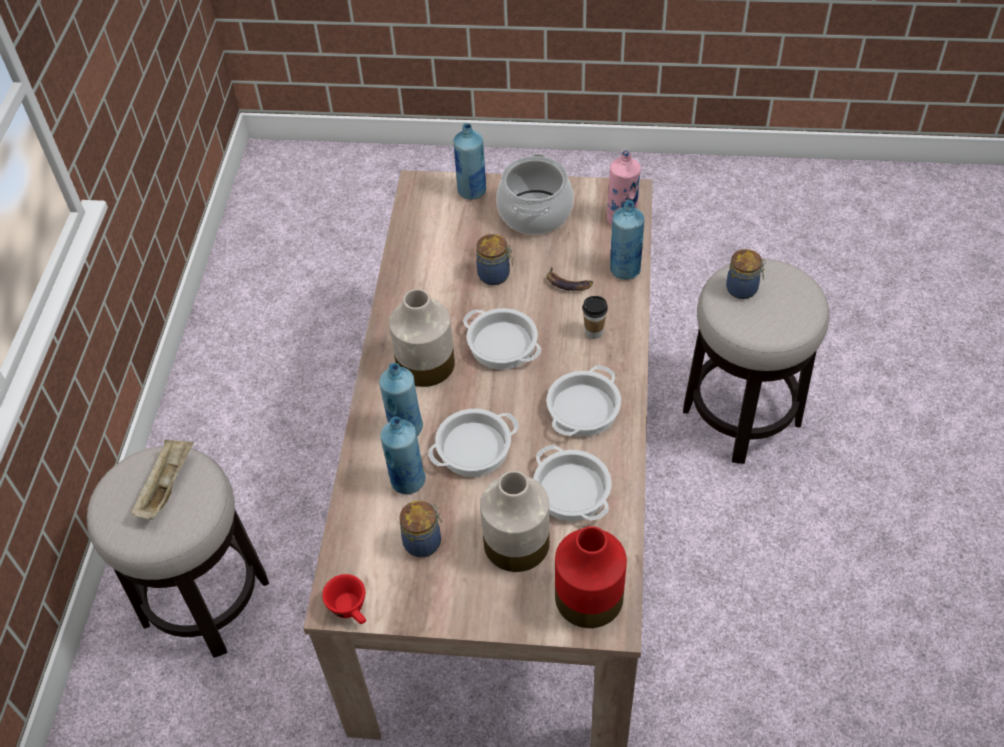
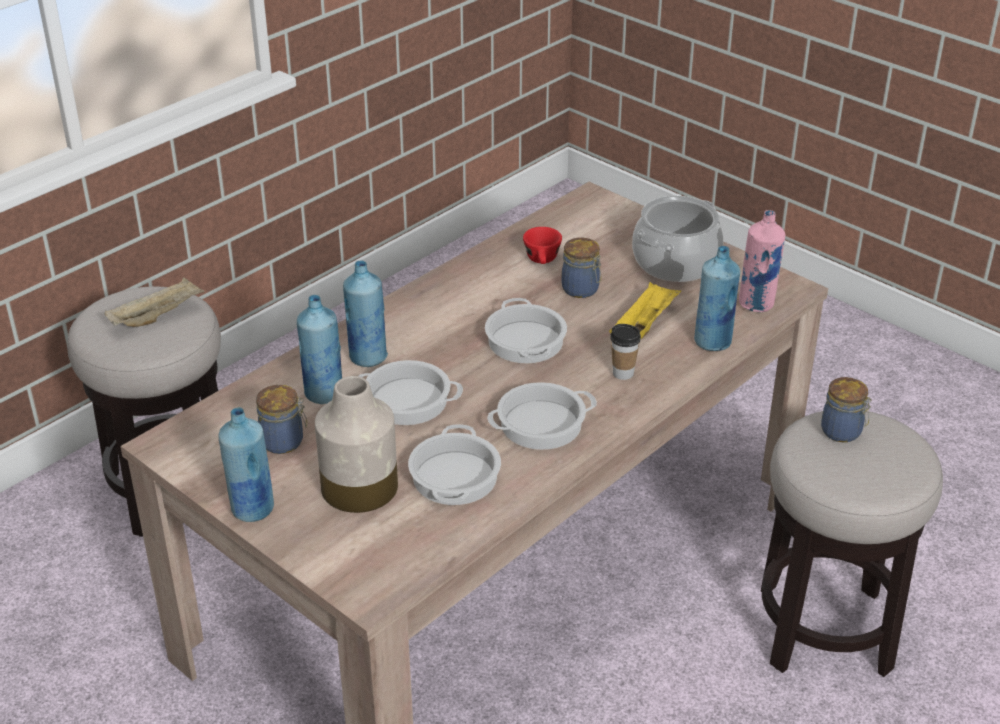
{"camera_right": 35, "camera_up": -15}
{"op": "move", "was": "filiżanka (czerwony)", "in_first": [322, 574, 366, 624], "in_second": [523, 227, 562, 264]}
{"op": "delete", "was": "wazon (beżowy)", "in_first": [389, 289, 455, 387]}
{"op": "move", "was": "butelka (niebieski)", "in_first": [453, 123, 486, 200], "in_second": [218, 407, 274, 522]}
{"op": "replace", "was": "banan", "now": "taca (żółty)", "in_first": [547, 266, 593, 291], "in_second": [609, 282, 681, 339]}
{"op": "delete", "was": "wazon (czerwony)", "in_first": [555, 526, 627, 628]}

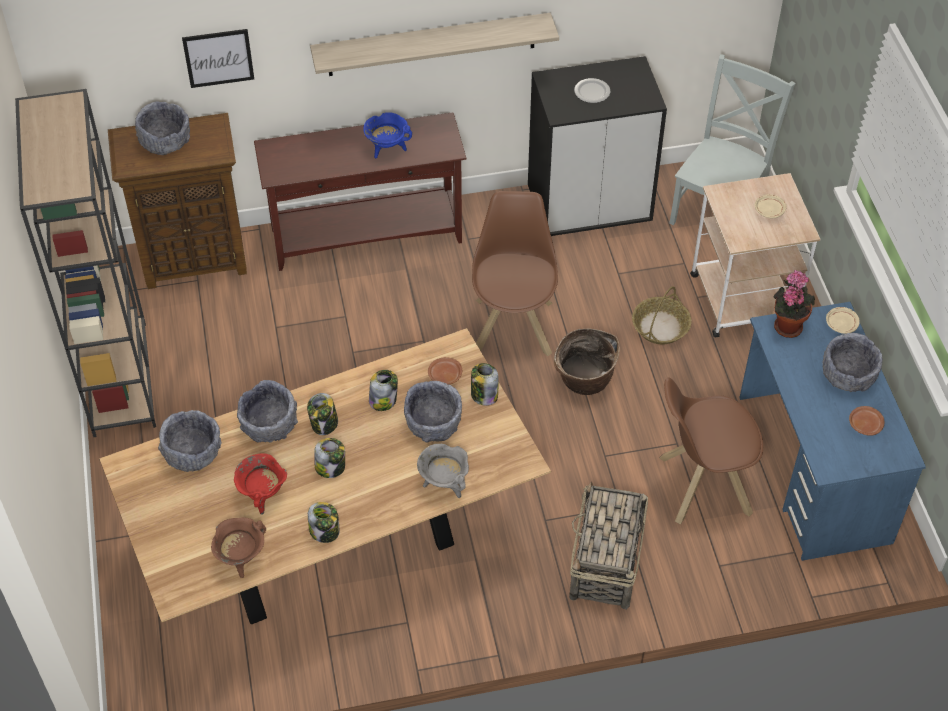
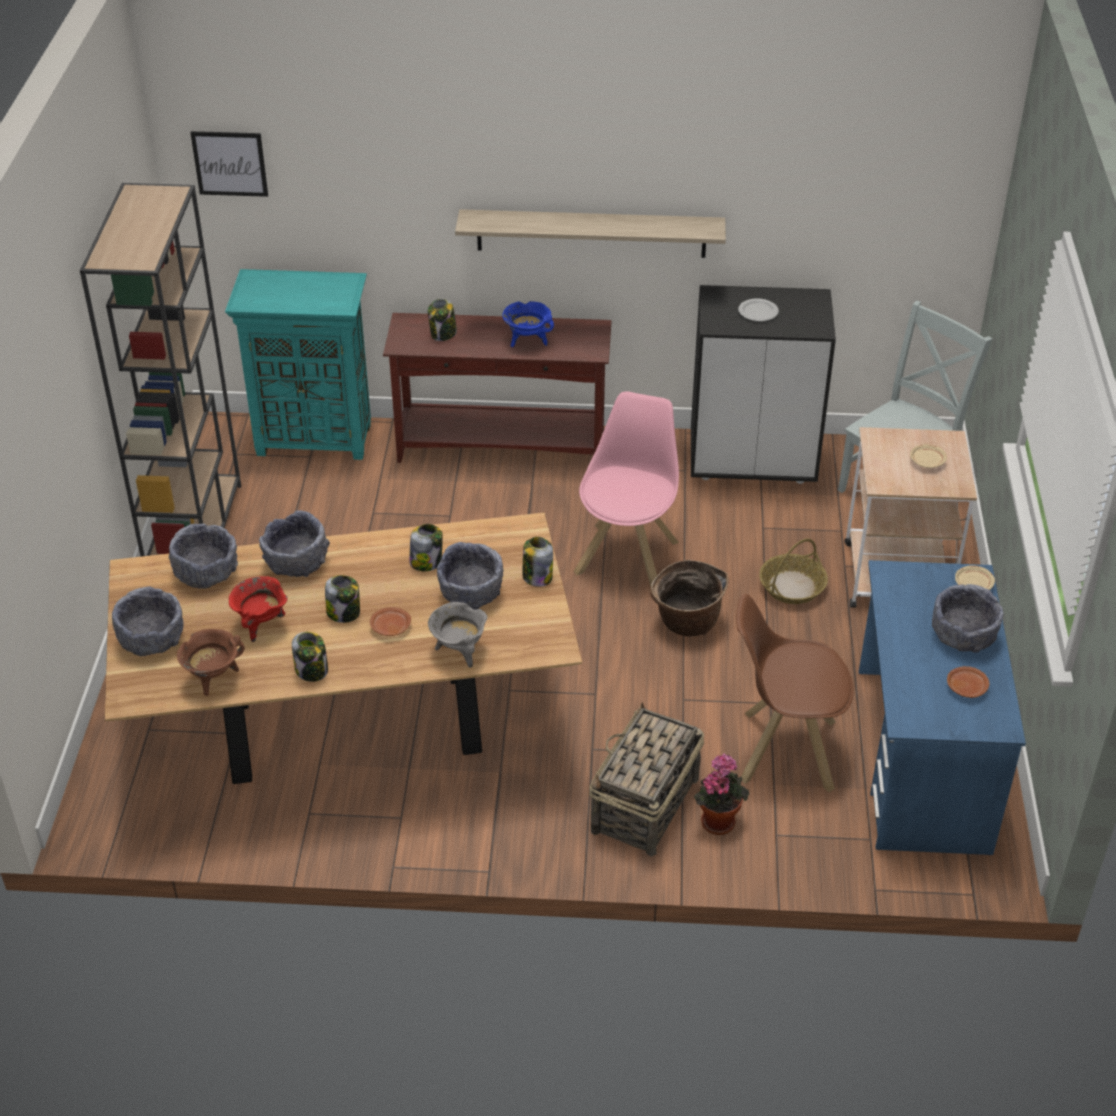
{"camera_right": 15, "camera_up": -10}
{"op": "recolor", "was": "szafka (brązowy)", "now": "szafka (turkusowy)", "in_first": [108, 113, 247, 289], "in_second": [225, 269, 371, 460]}
{"op": "move", "was": "miska (szary)", "in_first": [135, 101, 190, 155], "in_second": [112, 587, 184, 656]}
{"op": "move", "was": "obraz", "in_first": [182, 29, 254, 88], "in_second": [190, 131, 268, 197]}
{"op": "move", "was": "słoik", "in_first": [307, 393, 338, 435], "in_second": [428, 299, 457, 341]}
{"op": "move", "was": "talerz (brązowy)", "in_first": [428, 357, 462, 385], "in_second": [370, 607, 411, 636]}
{"op": "recolor", "was": "krzesło (brązowy)", "now": "krzesło (różowy)", "in_first": [472, 191, 558, 356], "in_second": [574, 391, 679, 586]}
{"op": "move", "was": "roślina doniczkowa", "in_first": [773, 270, 815, 338], "in_second": [694, 754, 749, 835]}

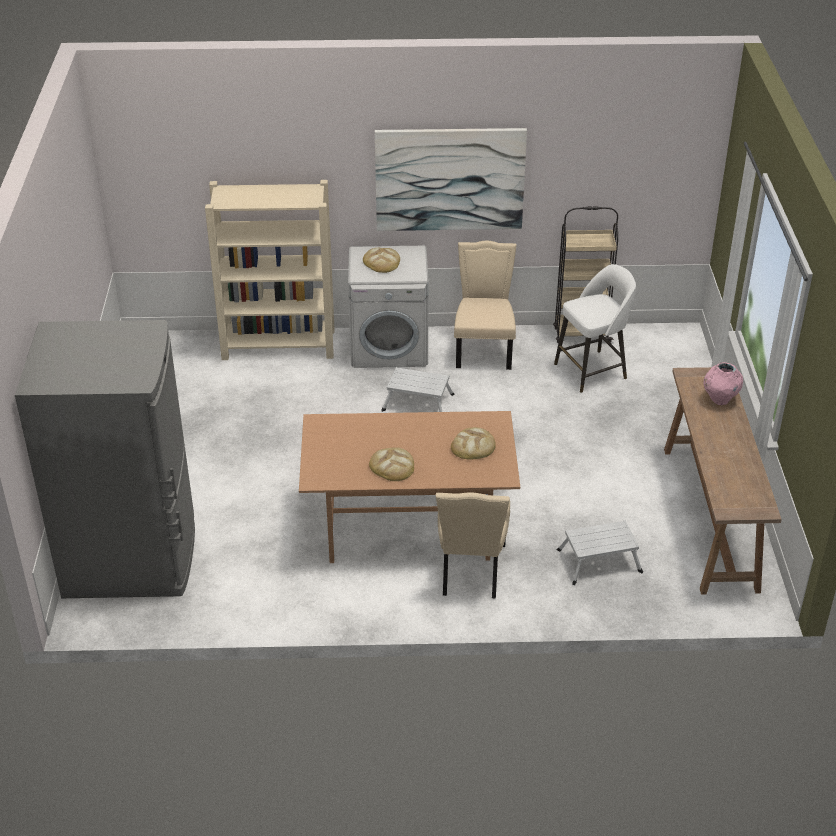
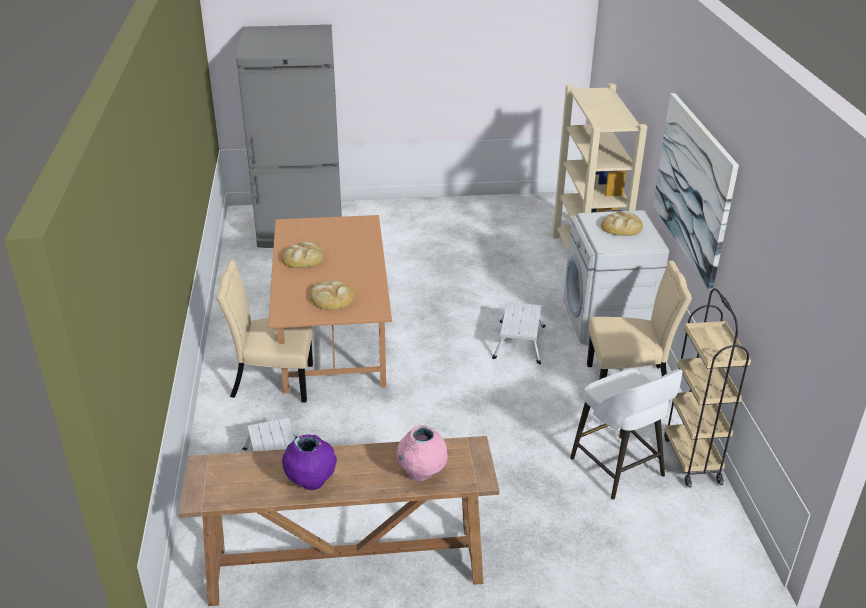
{"camera_right": 85, "camera_up": -5}
{"op": "insert", "now": "wazon (fioletowy)", "in_second": [282, 435, 337, 490]}

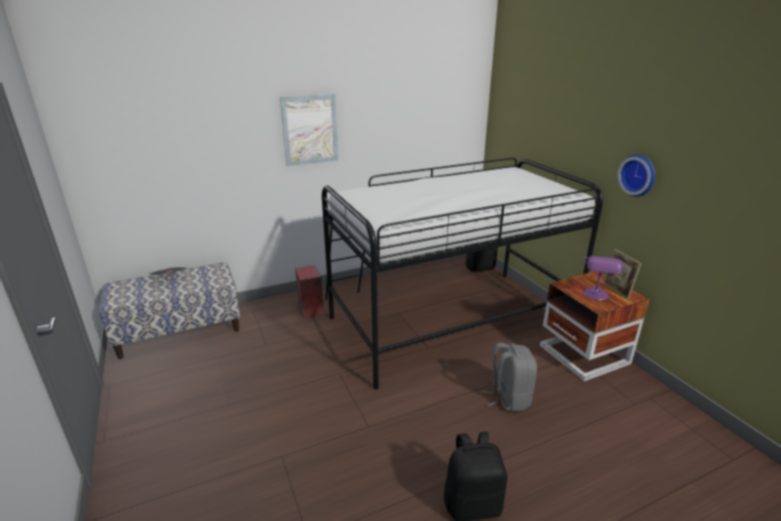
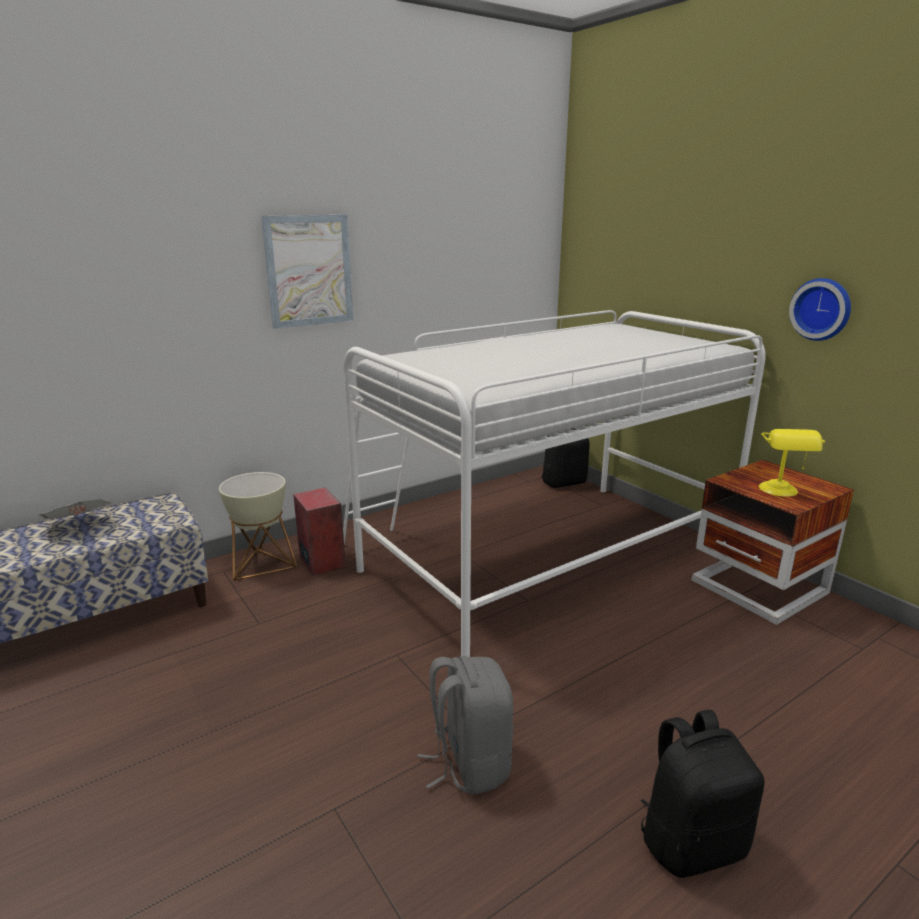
{"camera_right": -10, "camera_up": -5}
{"op": "recolor", "was": "łóżko (czarny)", "now": "łóżko (biały)", "in_first": [322, 158, 603, 389], "in_second": [343, 310, 766, 657]}
{"op": "move", "was": "plecak (szary)", "in_first": [482, 343, 537, 412], "in_second": [418, 656, 514, 795]}
{"op": "recolor", "was": "lampa stołowa (fioletowy)", "now": "lampa stołowa (żółty)", "in_first": [583, 256, 625, 300], "in_second": [759, 429, 825, 497]}
{"op": "delete", "was": "ramka na zdjęcie", "in_first": [603, 249, 641, 299]}
{"op": "insert", "now": "donica", "in_second": [219, 472, 297, 580]}

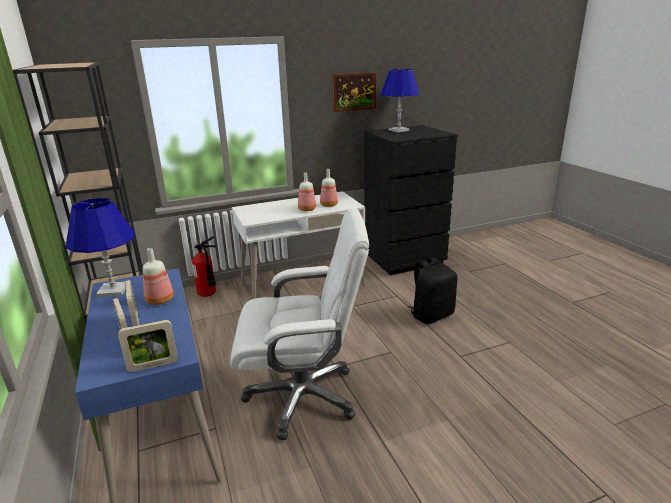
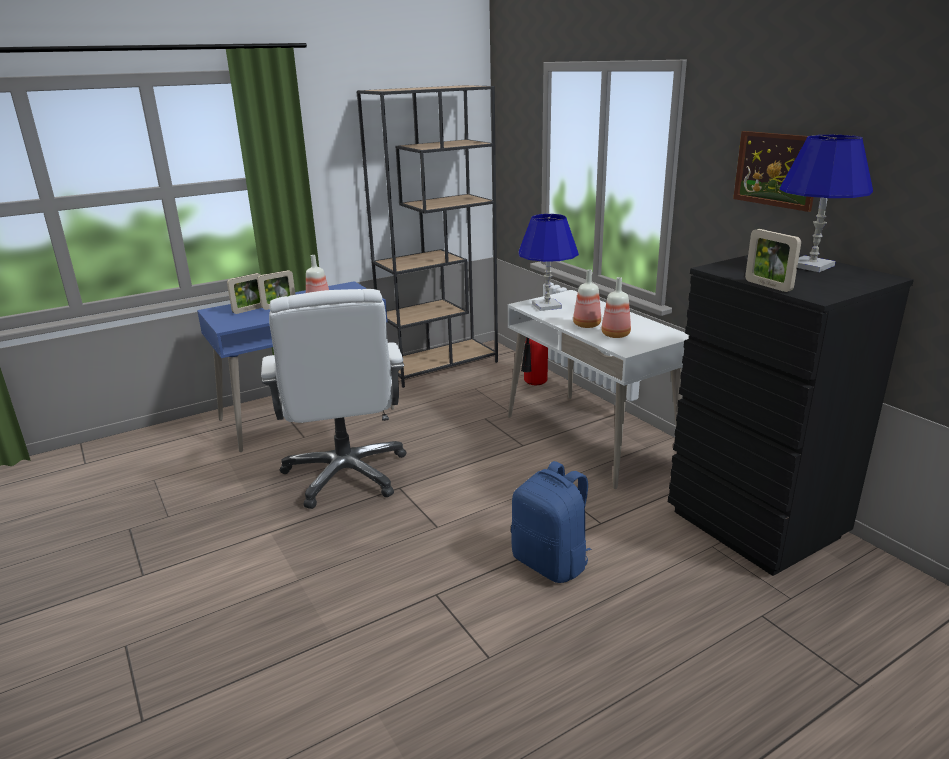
{"camera_right": 80, "camera_up": 0}
{"op": "move", "was": "lampa stołowa (niebieski)", "in_first": [66, 198, 134, 297], "in_second": [518, 214, 579, 311]}
{"op": "move", "was": "ramka na zdjęcie", "in_first": [118, 320, 178, 372], "in_second": [745, 229, 801, 292]}
{"op": "recolor", "was": "plecak (czarny)", "now": "plecak (niebieski)", "in_first": [408, 257, 457, 324], "in_second": [511, 461, 591, 583]}

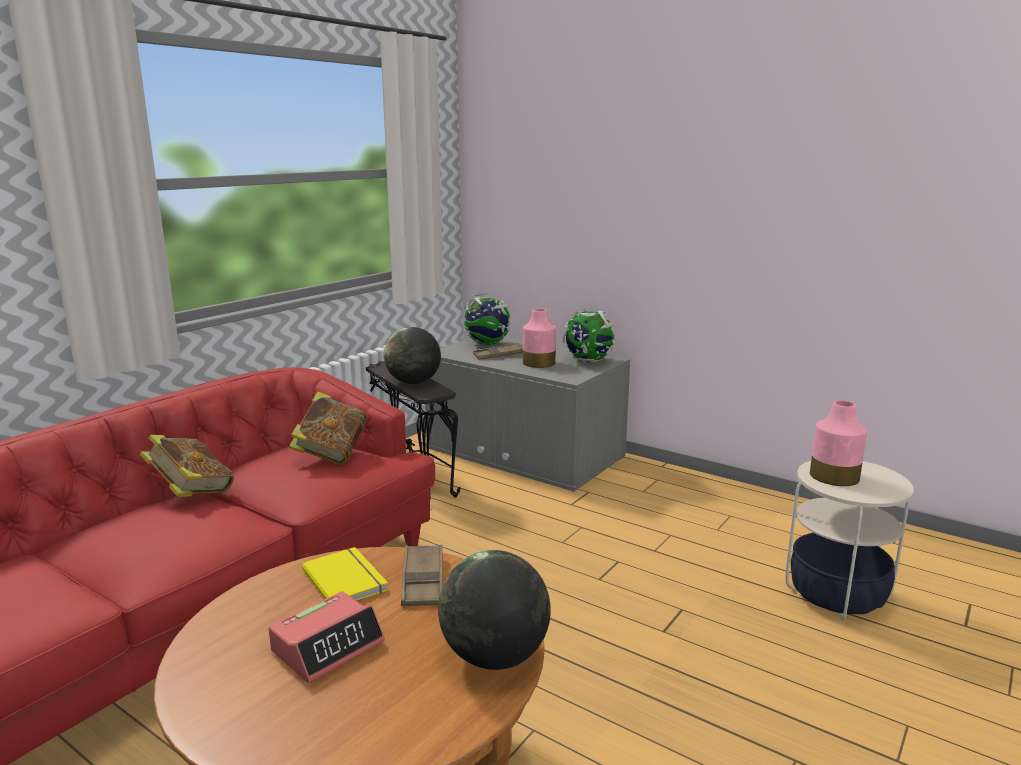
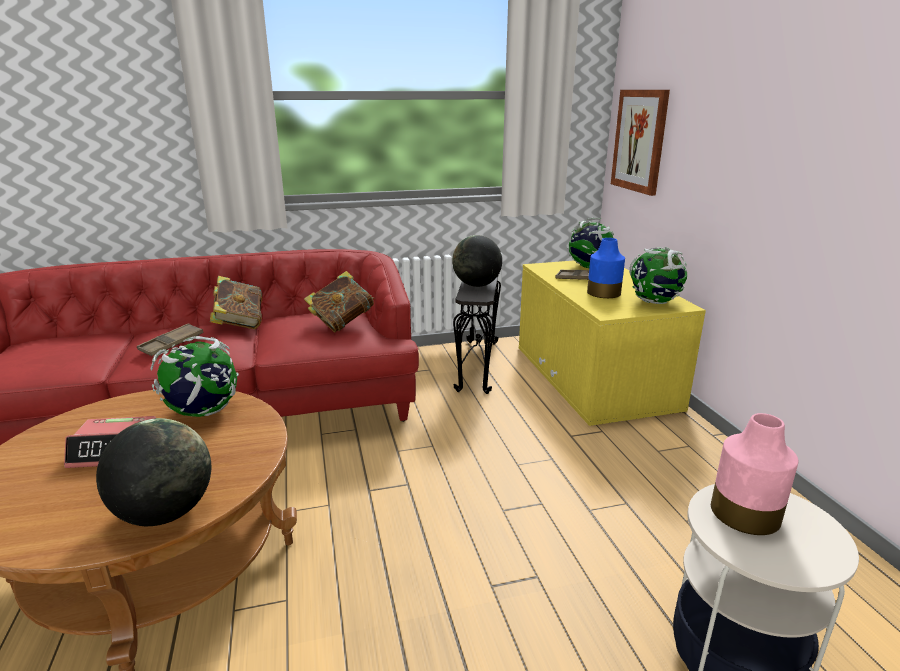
{"camera_right": 40, "camera_up": 5}
{"op": "replace", "was": "książka (żółty)", "now": "globus", "in_first": [302, 547, 388, 601], "in_second": [151, 336, 239, 417]}
{"op": "move", "was": "taca (brązowy)", "in_first": [401, 545, 443, 606], "in_second": [137, 323, 203, 356]}
{"op": "recolor", "was": "szafka (szary)", "now": "szafka (żółty)", "in_first": [425, 337, 630, 492], "in_second": [519, 260, 706, 426]}
{"op": "recolor", "was": "wazon (różowy)", "now": "wazon (niebieski)", "in_first": [523, 308, 556, 368], "in_second": [587, 238, 625, 298]}
{"op": "insert", "now": "obraz", "in_second": [611, 90, 670, 196]}

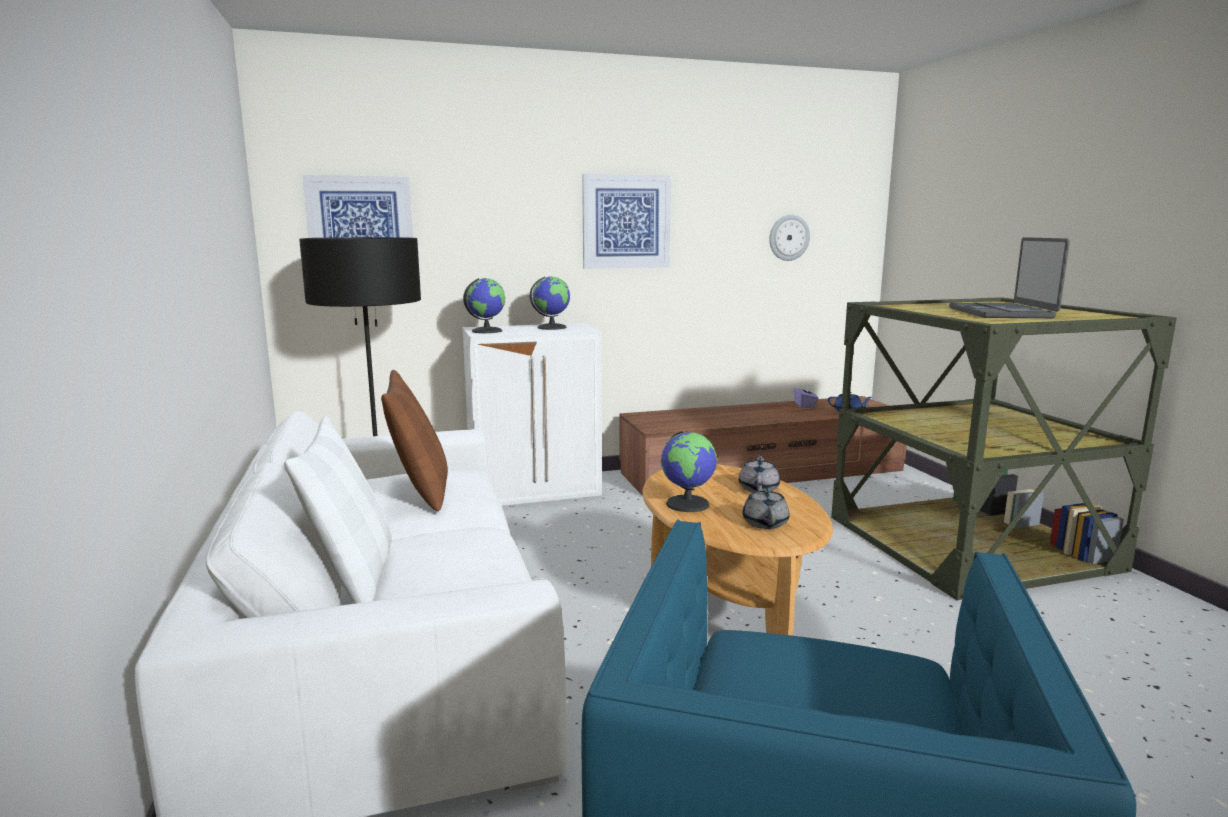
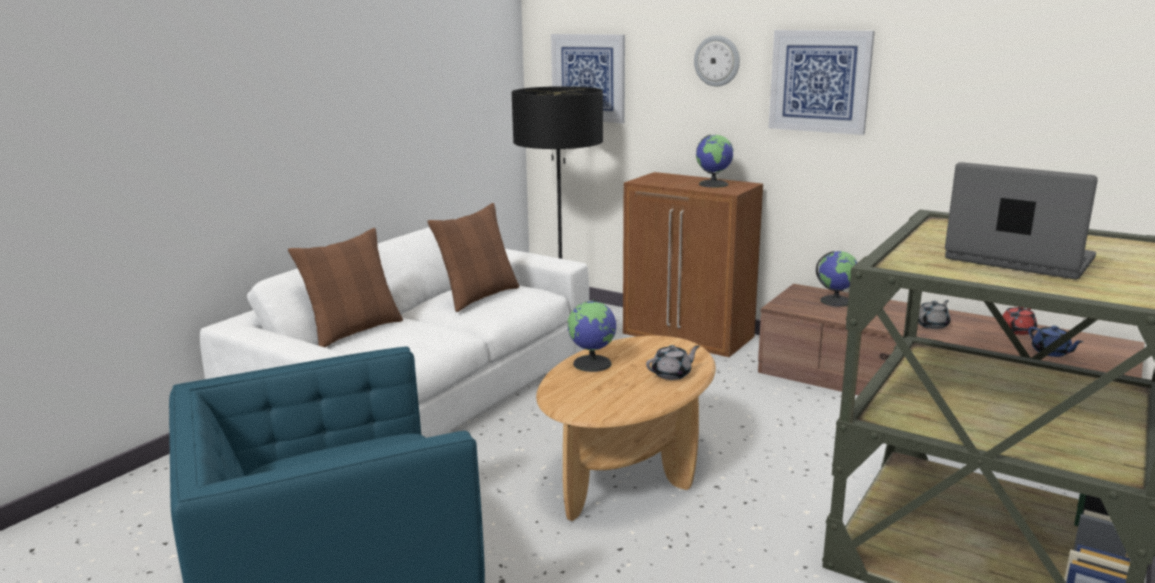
{"camera_right": 50, "camera_up": 5}
{"op": "recolor", "was": "poduszka (biały)", "now": "poduszka (brązowy)", "in_first": [284, 416, 392, 604], "in_second": [288, 228, 403, 347]}
{"op": "move", "was": "globus", "in_first": [463, 278, 506, 333], "in_second": [816, 251, 858, 307]}
{"op": "recolor", "was": "szafka (biały)", "now": "szafka (brązowy)", "in_first": [463, 323, 602, 506], "in_second": [623, 172, 763, 357]}
{"op": "move", "was": "imbryk (szary)", "in_first": [742, 483, 790, 529], "in_second": [918, 300, 951, 329]}
{"op": "move", "was": "zegar ścienny", "in_first": [769, 215, 810, 261], "in_second": [694, 35, 740, 87]}
{"op": "replace", "was": "pudełko chusteczek (fioletowy)", "now": "imbryk (czerwony)", "in_first": [794, 384, 818, 408], "in_second": [1002, 307, 1037, 335]}
{"op": "rotate", "was": "laptop", "in_first": [949, 237, 1070, 318], "in_second": [945, 162, 1098, 279], "clockwise": 75}

